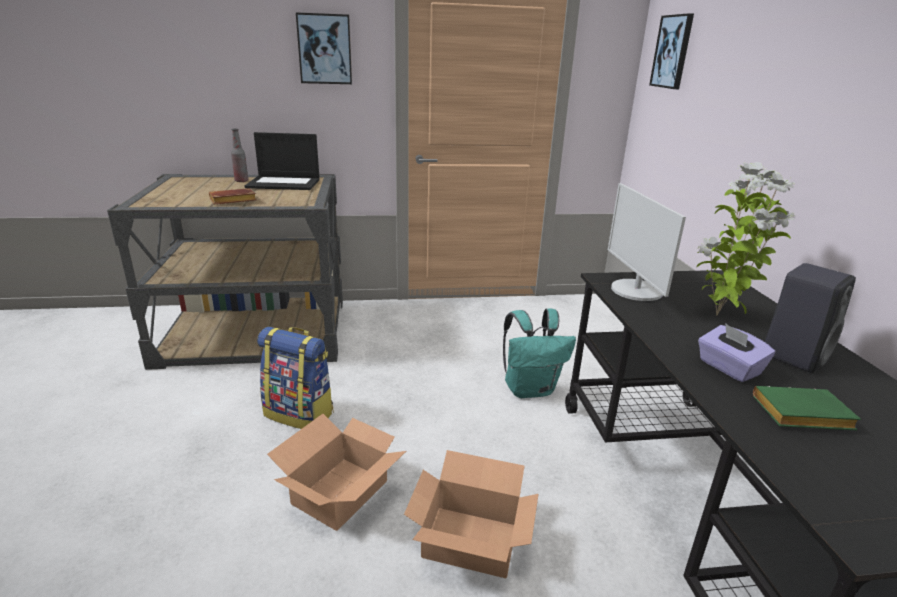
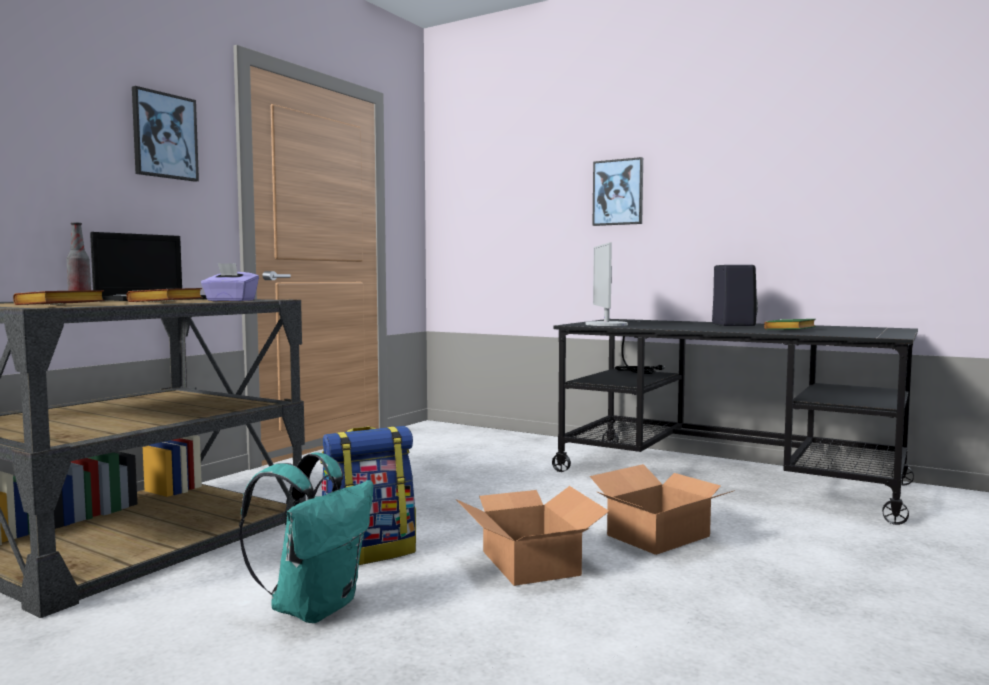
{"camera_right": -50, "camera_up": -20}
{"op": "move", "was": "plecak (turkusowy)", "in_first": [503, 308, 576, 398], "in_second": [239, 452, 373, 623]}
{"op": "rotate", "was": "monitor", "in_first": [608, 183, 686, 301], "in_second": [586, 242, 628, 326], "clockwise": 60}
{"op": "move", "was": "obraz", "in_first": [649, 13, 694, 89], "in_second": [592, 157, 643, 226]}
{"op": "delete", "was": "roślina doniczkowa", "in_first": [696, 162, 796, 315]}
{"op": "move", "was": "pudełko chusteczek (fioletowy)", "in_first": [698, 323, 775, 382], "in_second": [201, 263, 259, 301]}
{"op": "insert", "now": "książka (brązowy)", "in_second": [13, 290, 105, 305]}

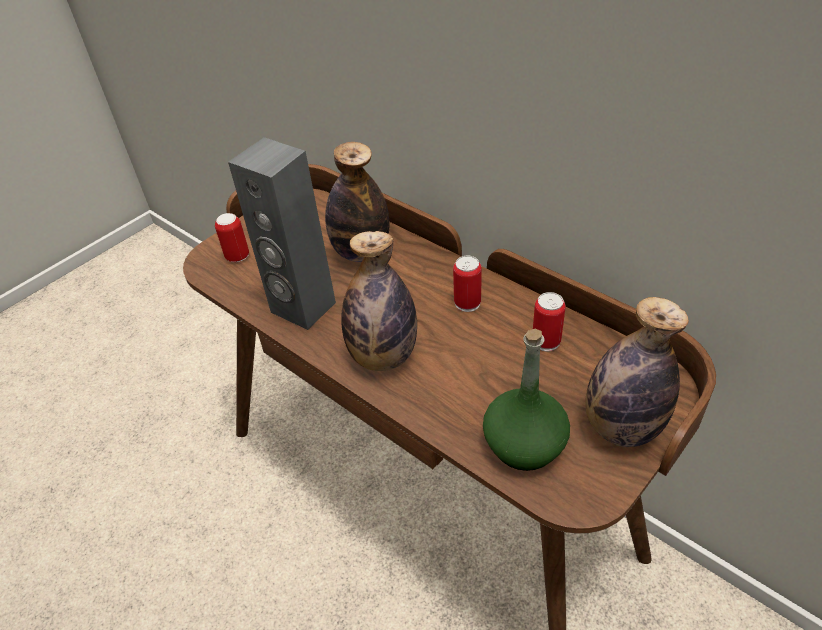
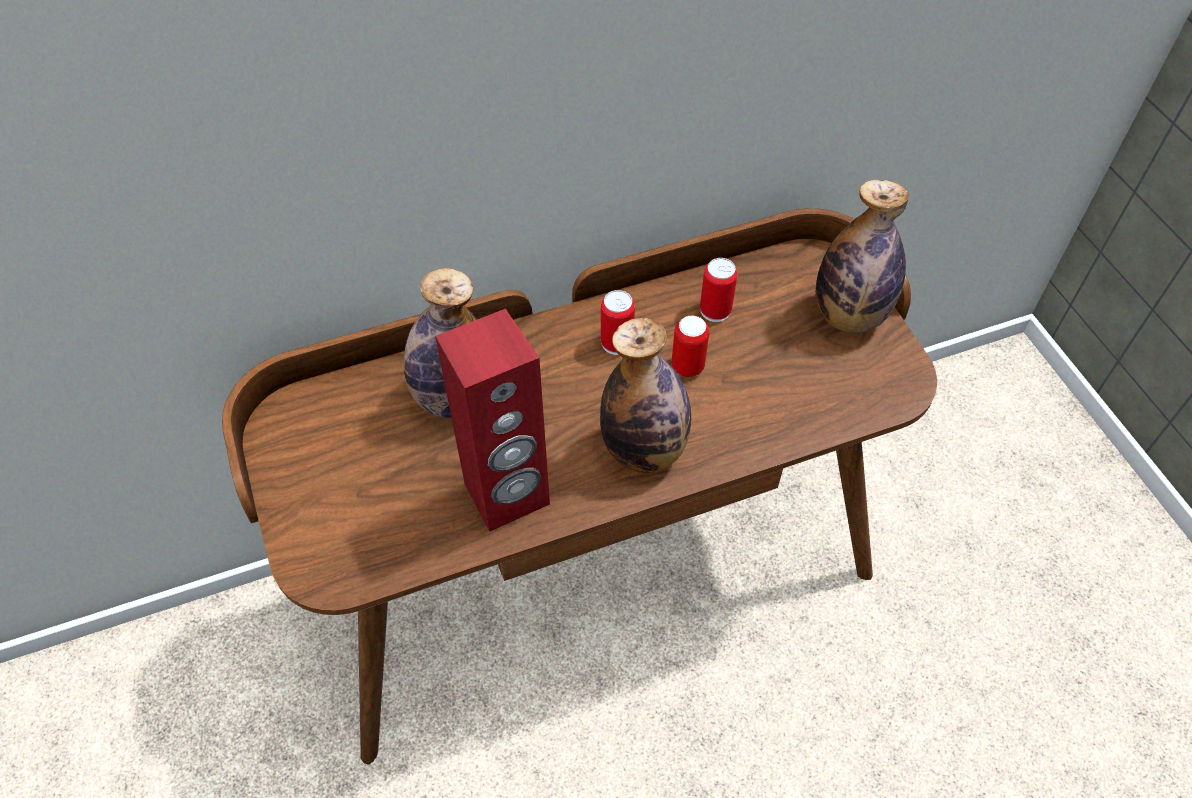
{"camera_right": -65, "camera_up": 10}
{"op": "move", "was": "puszka", "in_first": [215, 213, 249, 262], "in_second": [672, 315, 709, 377]}
{"op": "recolor", "was": "głośnik (szary)", "now": "głośnik (czerwony)", "in_first": [228, 137, 336, 330], "in_second": [435, 309, 550, 532]}
{"op": "delete", "was": "butelka (zielony)", "in_first": [483, 329, 570, 471]}

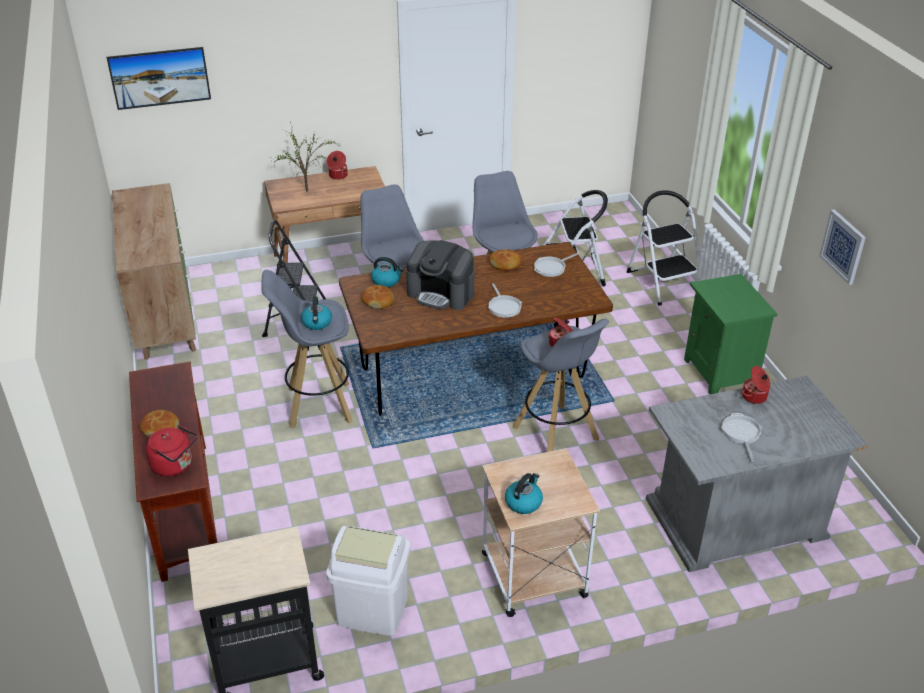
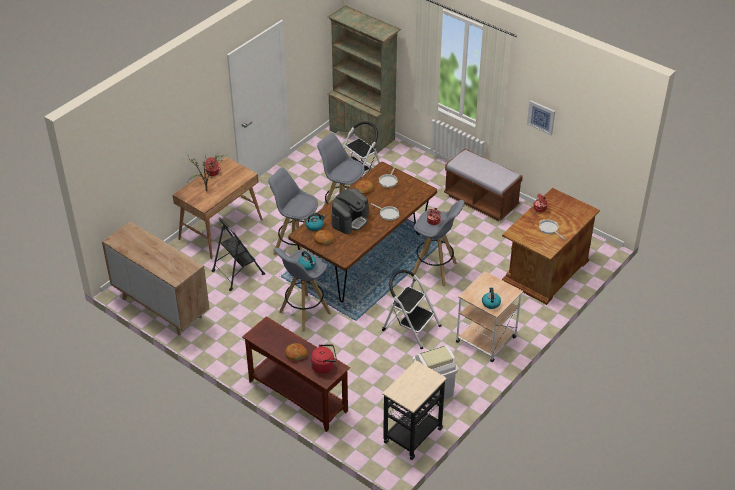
{"camera_right": -35, "camera_up": 5}
{"op": "delete", "was": "obraz", "in_first": [107, 47, 211, 110]}
{"op": "rotate", "was": "ekspres do kawy", "in_first": [406, 240, 474, 310], "in_second": [331, 188, 369, 234], "clockwise": -45}
{"op": "move", "was": "drabinka", "in_first": [627, 190, 700, 306], "in_second": [382, 270, 442, 349]}
{"op": "recolor", "was": "szafka (szary)", "now": "szafka (brązowy)", "in_first": [646, 375, 868, 572], "in_second": [502, 187, 600, 305]}
{"op": "replace", "was": "szafka nocna (zielony)", "now": "ławka (brązowy)", "in_first": [684, 274, 777, 394], "in_second": [444, 149, 523, 221]}
{"op": "insert", "now": "regał (zielony)", "in_second": [328, 5, 401, 153]}

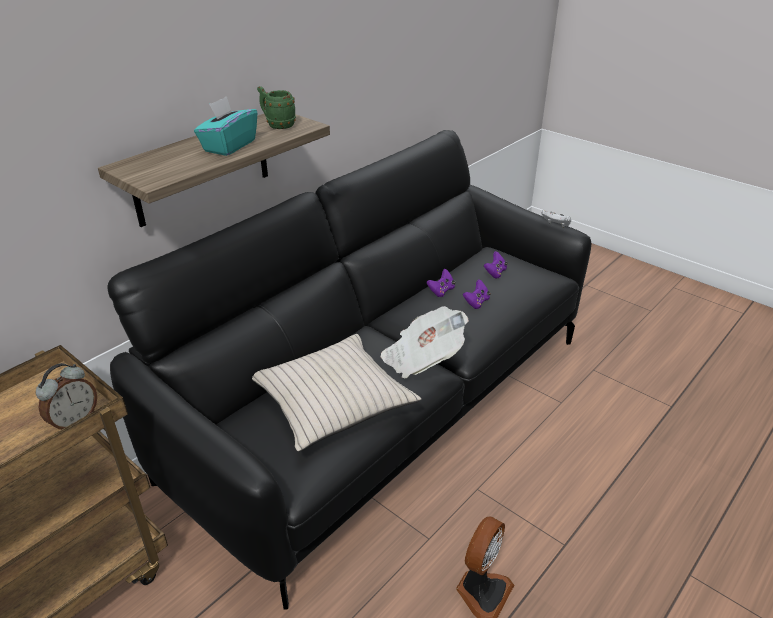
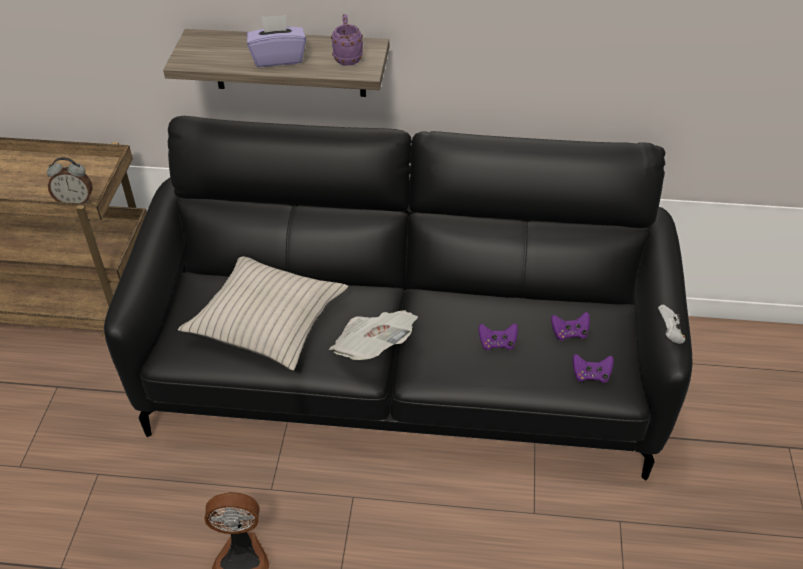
{"camera_right": 55, "camera_up": 10}
{"op": "recolor", "was": "pudełko chusteczek (turkusowy)", "now": "pudełko chusteczek (fioletowy)", "in_first": [194, 96, 258, 156], "in_second": [247, 15, 306, 67]}
{"op": "recolor", "was": "kubek (zielony)", "now": "kubek (fioletowy)", "in_first": [257, 86, 296, 129], "in_second": [331, 14, 363, 66]}
{"op": "move", "was": "pad do gier (fioletowy)", "in_first": [427, 269, 455, 297], "in_second": [573, 354, 614, 383]}

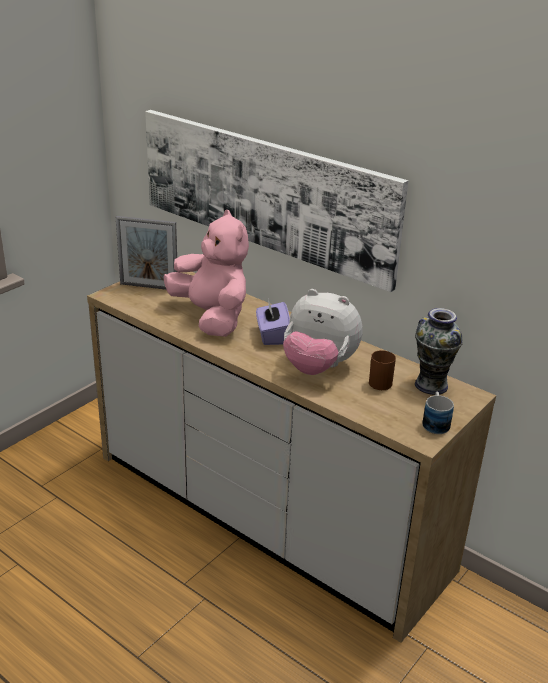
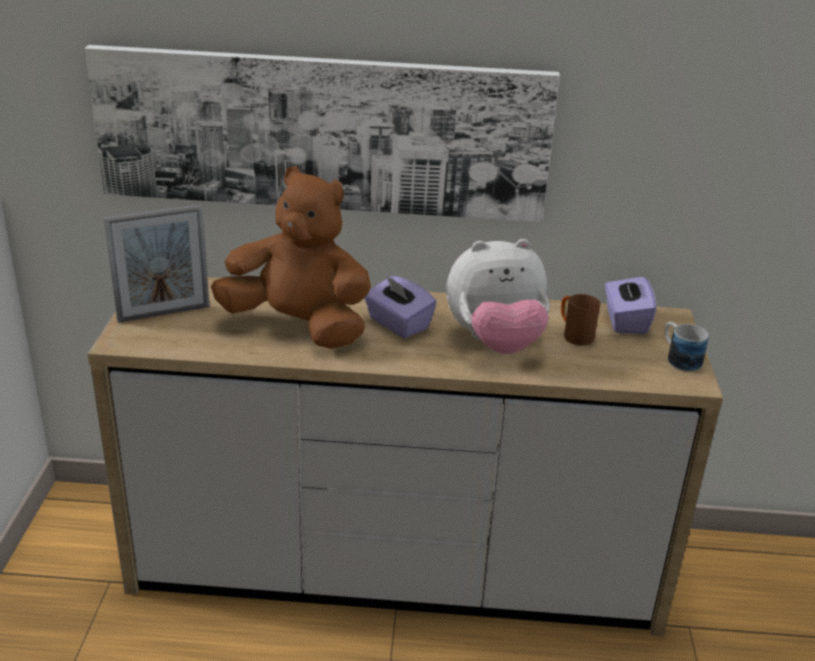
{"camera_right": -35, "camera_up": 0}
{"op": "recolor", "was": "pluszak (różowy)", "now": "pluszak (brązowy)", "in_first": [163, 210, 249, 337], "in_second": [211, 166, 371, 349]}
{"op": "replace", "was": "wazon", "now": "pudełko chusteczek (fioletowy)", "in_first": [415, 308, 463, 395], "in_second": [605, 270, 656, 334]}

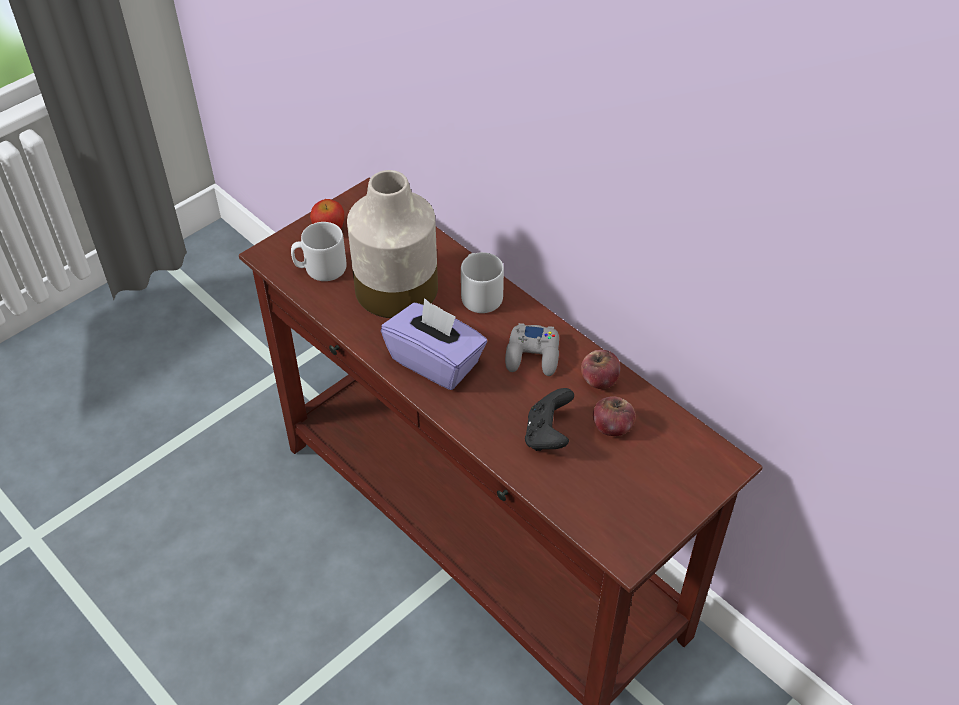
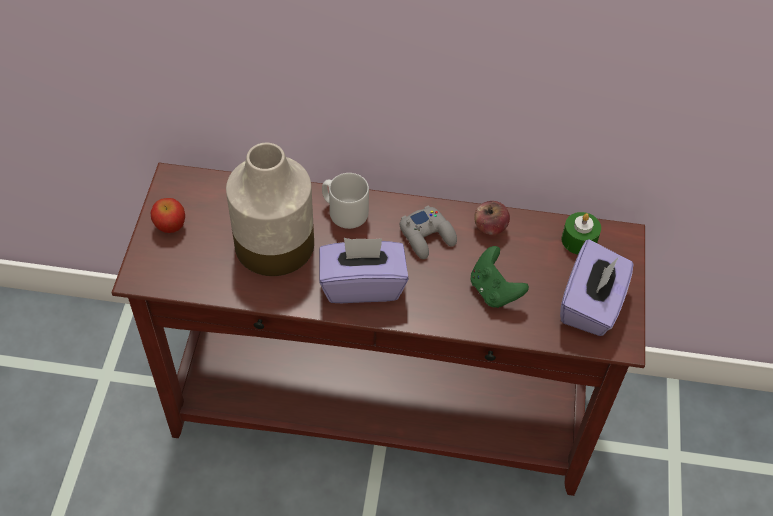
{"camera_right": -40, "camera_up": 5}
{"op": "delete", "was": "kubek (szary)", "in_first": [291, 222, 347, 281]}
{"op": "recolor", "was": "pad do gier (czarny)", "now": "pad do gier (zielony)", "in_first": [525, 388, 574, 451], "in_second": [470, 246, 529, 308]}
{"op": "delete", "was": "jabłko", "in_first": [593, 396, 635, 436]}
{"op": "insert", "now": "pudełko chusteczek (fioletowy)", "in_second": [560, 239, 633, 336]}
{"op": "insert", "now": "świeca (zielony)", "in_second": [562, 212, 601, 254]}

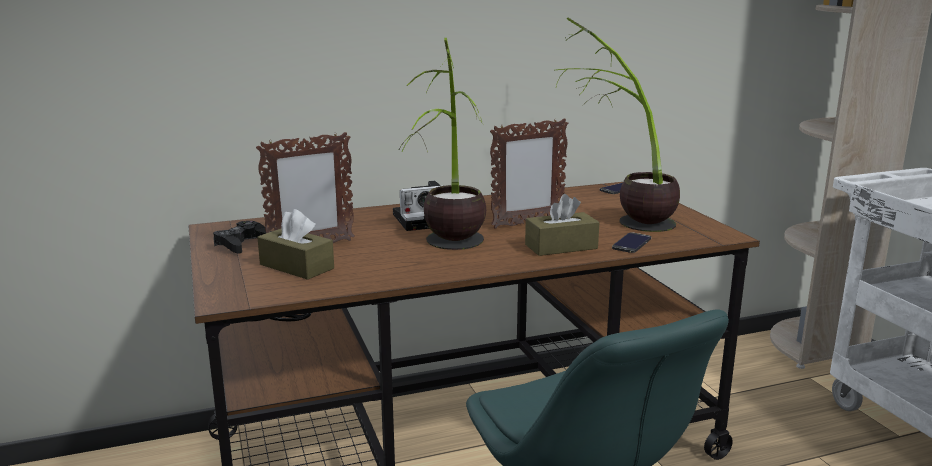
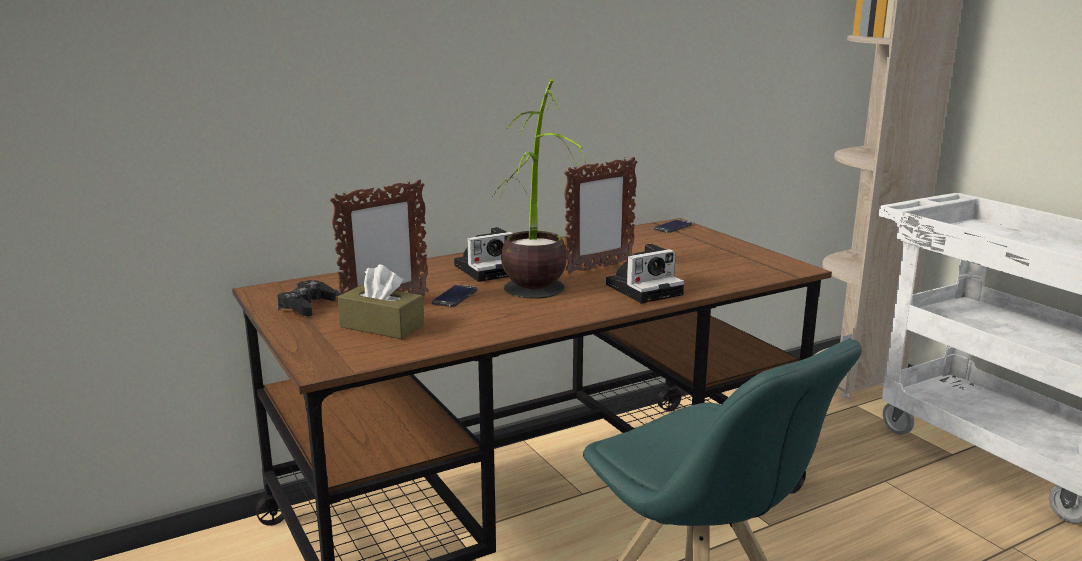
{"camera_right": -10, "camera_up": 0}
{"op": "replace", "was": "pudełko chusteczek (brązowy)", "now": "aparat fotograficzny", "in_first": [525, 194, 599, 256], "in_second": [606, 244, 684, 304]}
{"op": "delete", "was": "roślina doniczkowa", "in_first": [556, 17, 680, 232]}
{"op": "move", "was": "telefon", "in_first": [612, 232, 651, 253], "in_second": [432, 285, 477, 307]}

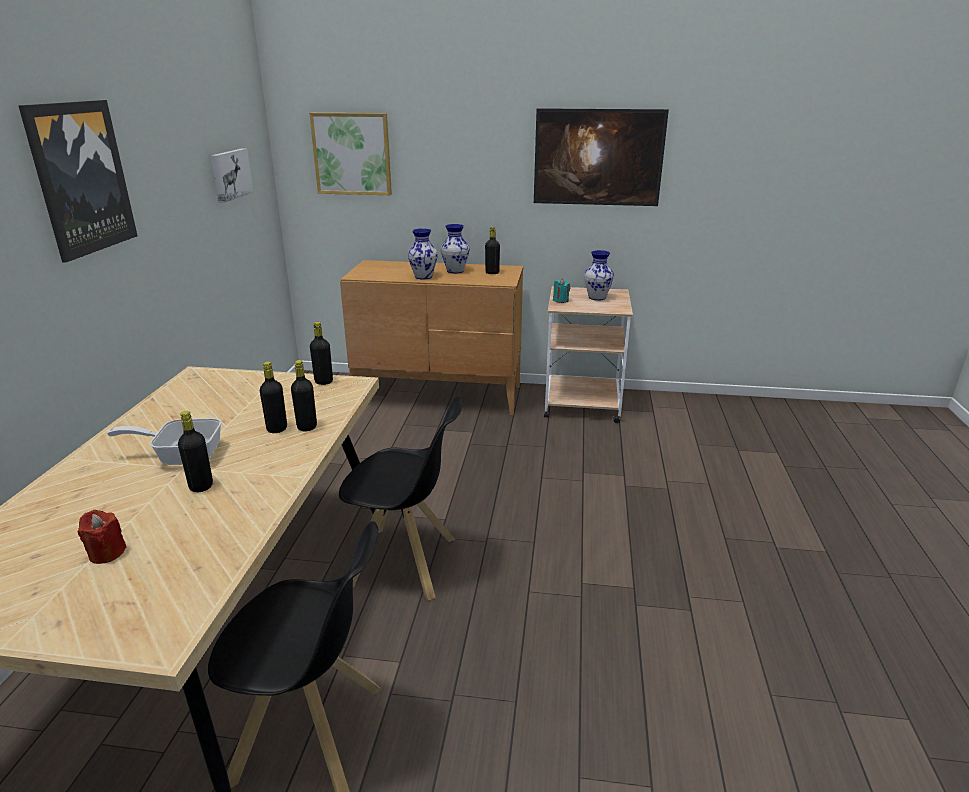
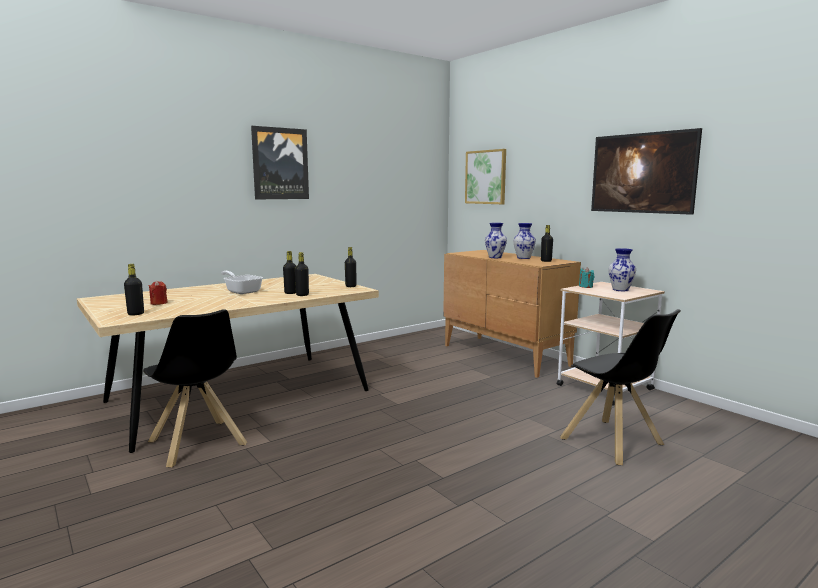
{"camera_right": 45, "camera_up": -15}
{"op": "move", "was": "butelka (czarny)", "in_first": [178, 411, 213, 492], "in_second": [124, 264, 144, 315]}
{"op": "delete", "was": "obraz", "in_first": [211, 148, 254, 203]}
{"op": "move", "was": "krzesło (czarny)", "in_first": [339, 396, 463, 601], "in_second": [560, 309, 681, 465]}

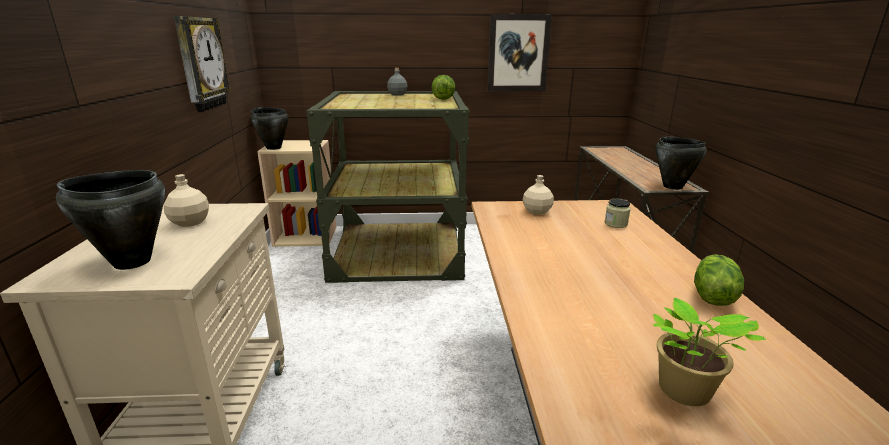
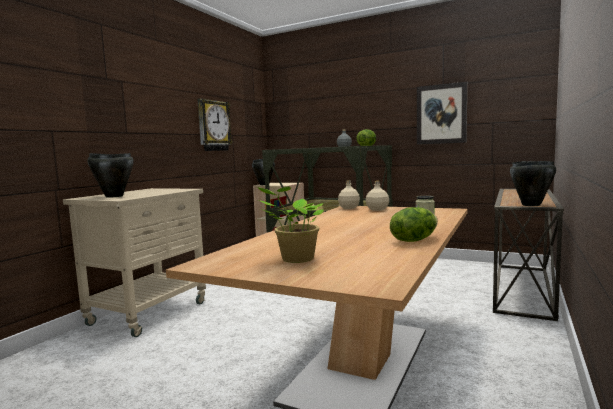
{"camera_right": 30, "camera_up": -15}
{"op": "move", "was": "butelka (beżowy)", "in_first": [163, 174, 209, 227], "in_second": [338, 180, 360, 209]}

